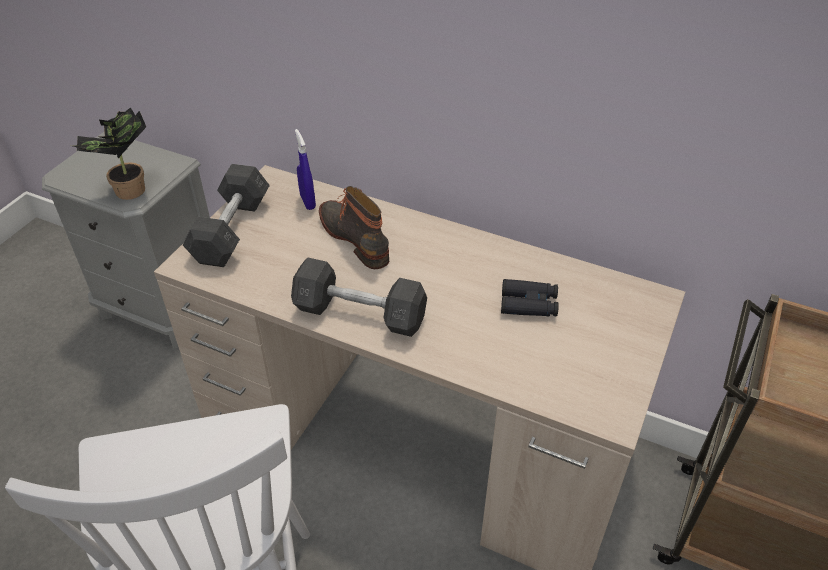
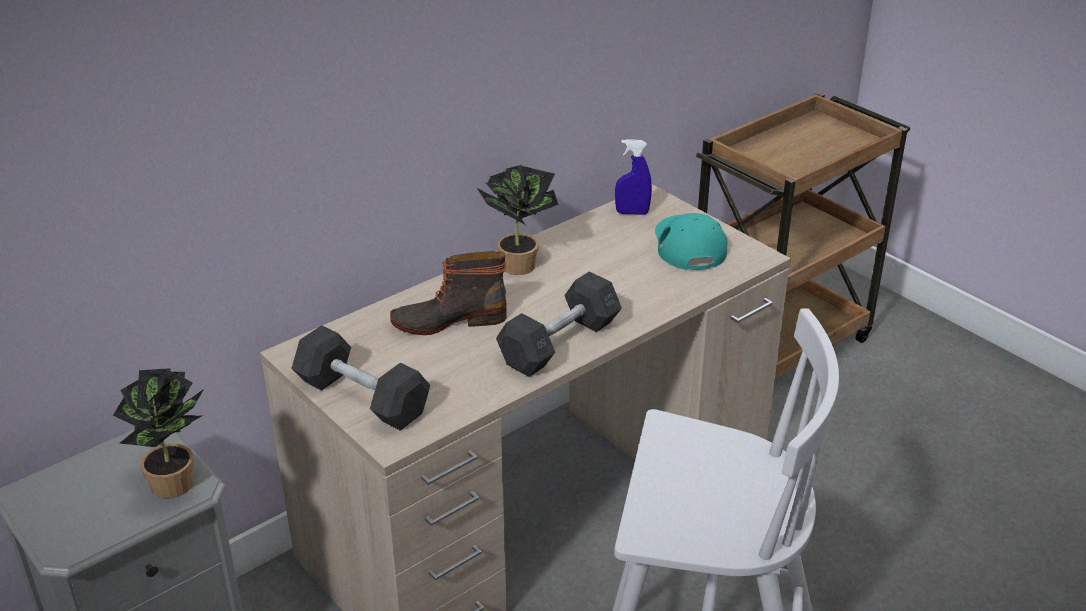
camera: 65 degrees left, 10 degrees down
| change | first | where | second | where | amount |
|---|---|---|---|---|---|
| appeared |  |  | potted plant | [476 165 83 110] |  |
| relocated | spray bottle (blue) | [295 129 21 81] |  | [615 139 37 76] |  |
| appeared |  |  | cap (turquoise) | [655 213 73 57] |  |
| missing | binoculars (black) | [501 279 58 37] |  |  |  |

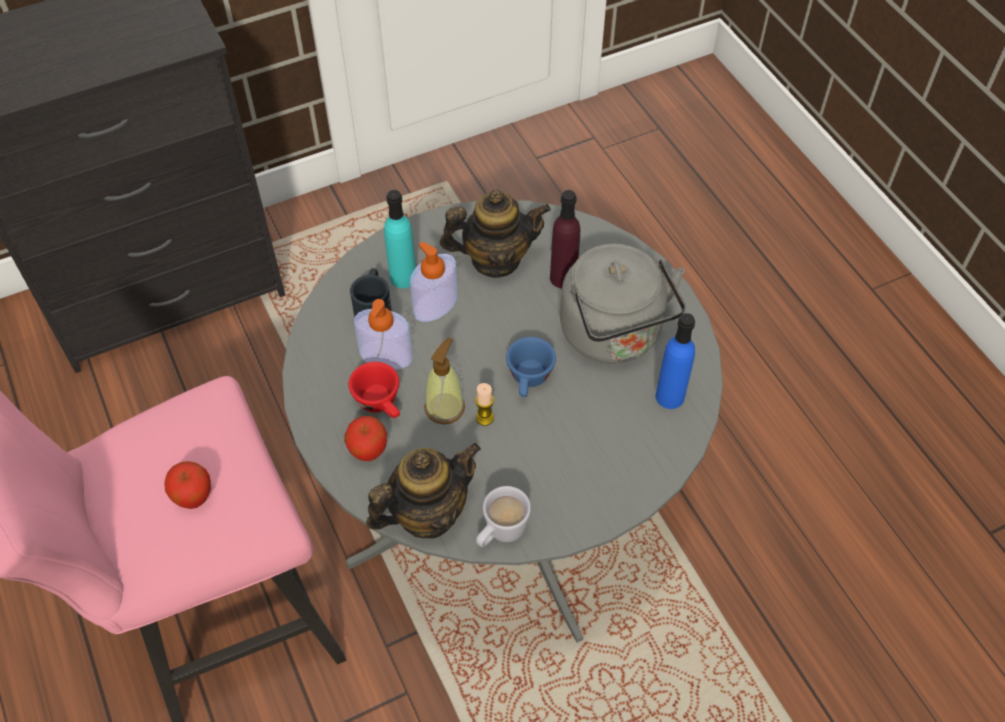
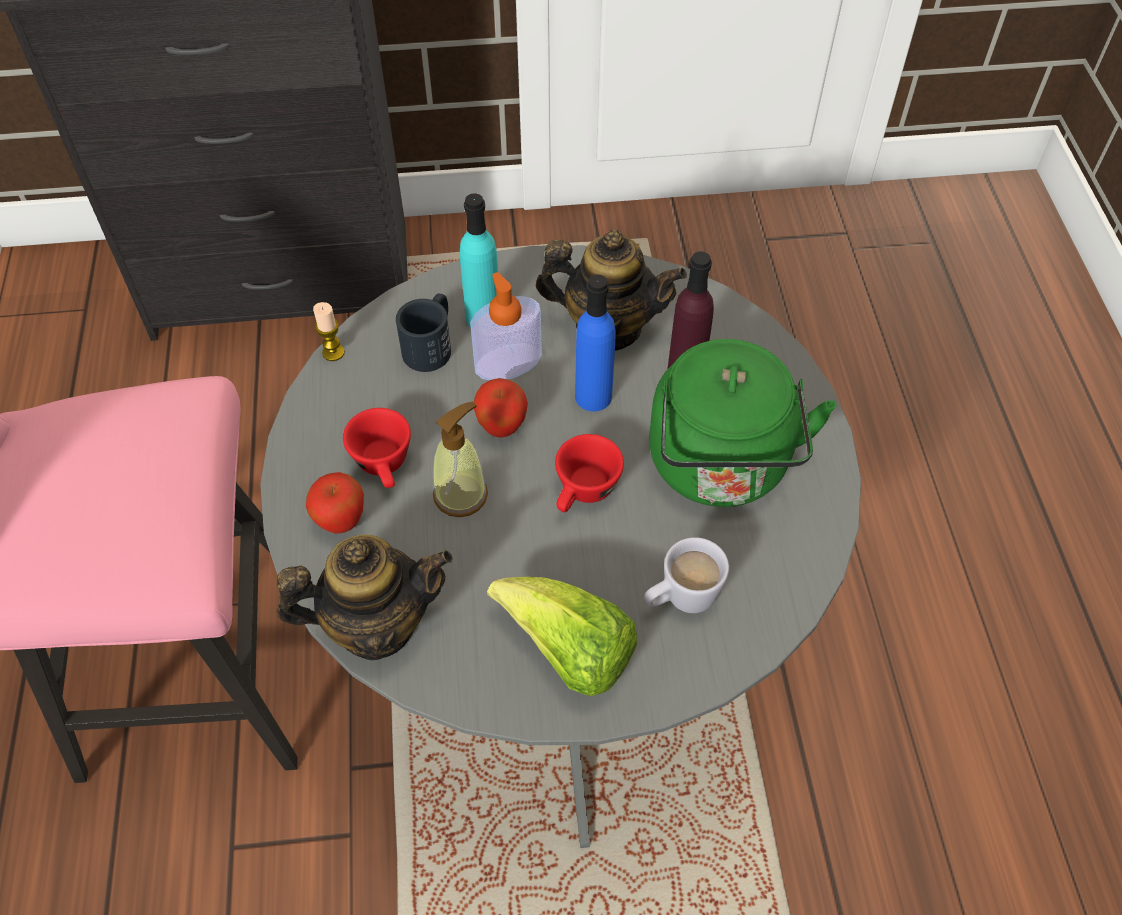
camera: 20 degrees right, 0 degrees up
| change | first | where | second | where | amount |
|---|---|---|---|---|---|
| relocated | candle | [475 383 19 43] |  | [313 302 32 59] |  |
| relocated | apple | [164 461 47 48] |  | [474 378 54 60] |  |
| appeared |  |  | lettuce | [487 577 150 119] |  |
| colour | cup (blue) | [506 337 50 60] | cup (red) | [555 434 69 78] |  |
| relocated | bottle (blue) | [656 313 39 96] |  | [575 274 40 137] |  |
| relocated | mug (white) | [476 486 55 61] |  | [644 537 85 76] |  |
| colour | kettle (grey) | [560 244 126 120] | kettle (green) | [649 339 187 168] |  |
| missing | soap dispenser | [354 299 59 71] |  |  |  |

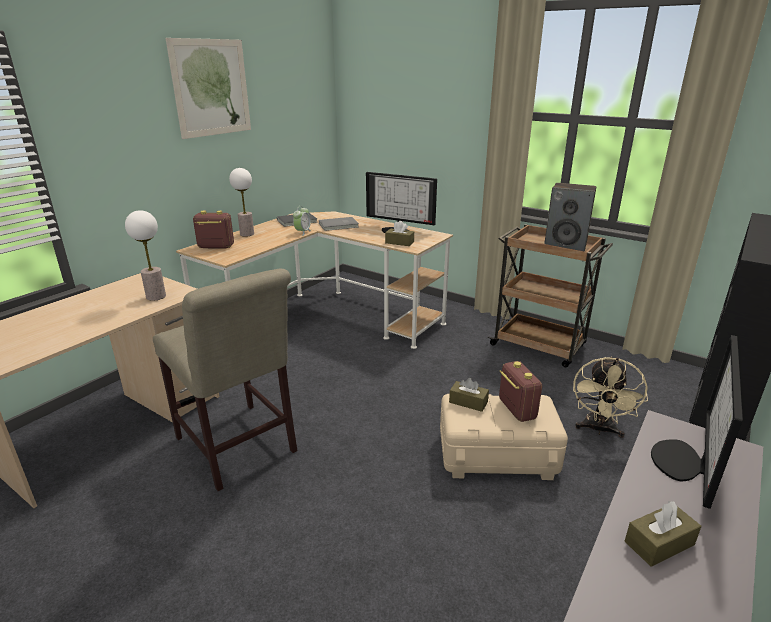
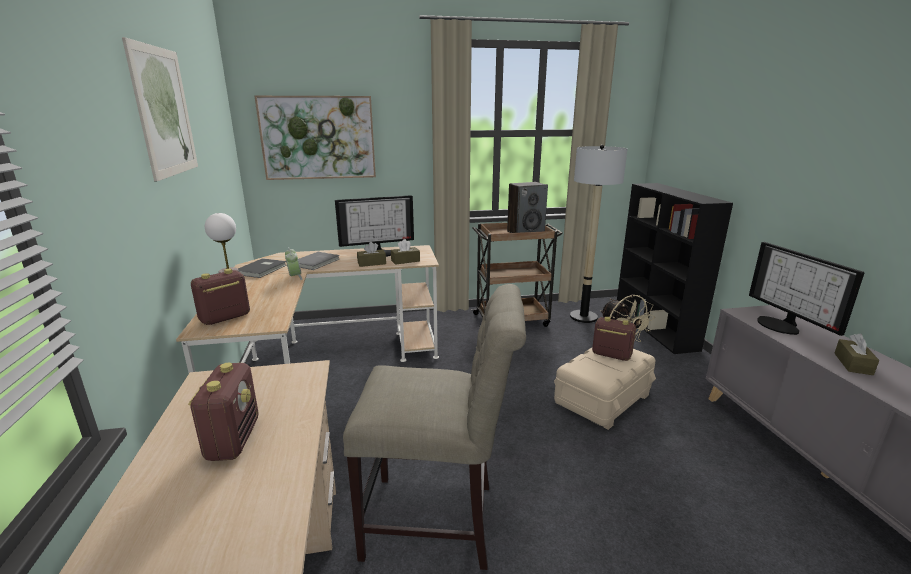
camera: 45 degrees left, 5 degrees down
| change | first | where | second | where | amount |
|---|---|---|---|---|---|
| appeared |  |  | radio | [188 363 70 98] |  |
| appeared |  |  | picture | [254 96 122 84] |  |
| relocated | tissue box (brown) | [449 378 40 34] |  | [357 242 29 25] |  |
| appeared |  |  | floor lamp | [570 145 57 178] |  |
| missing | table lamp | [125 210 41 91] |  |  |  |

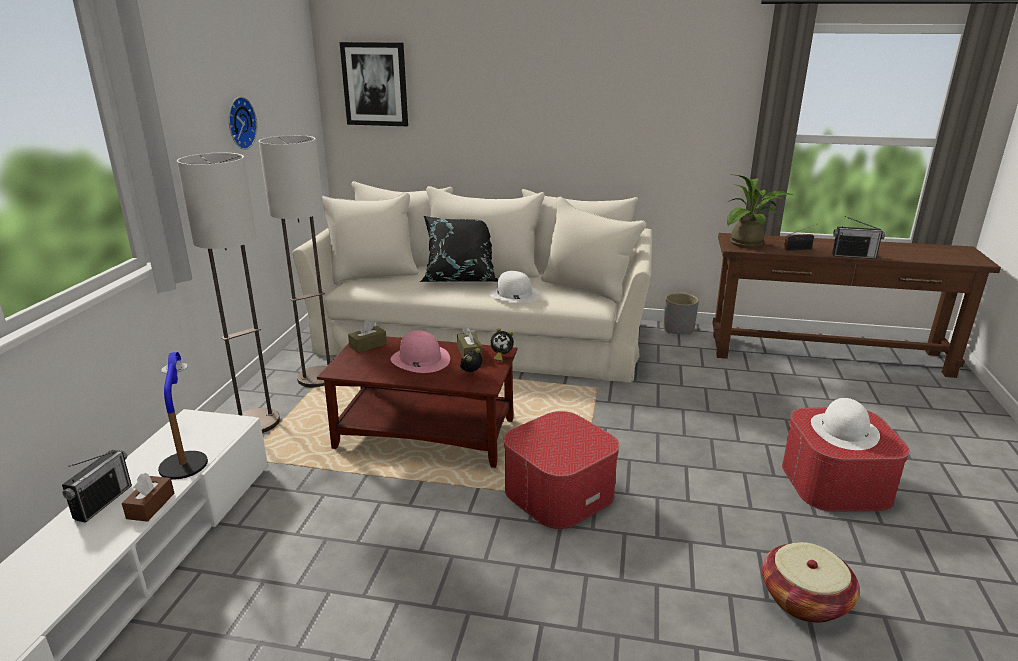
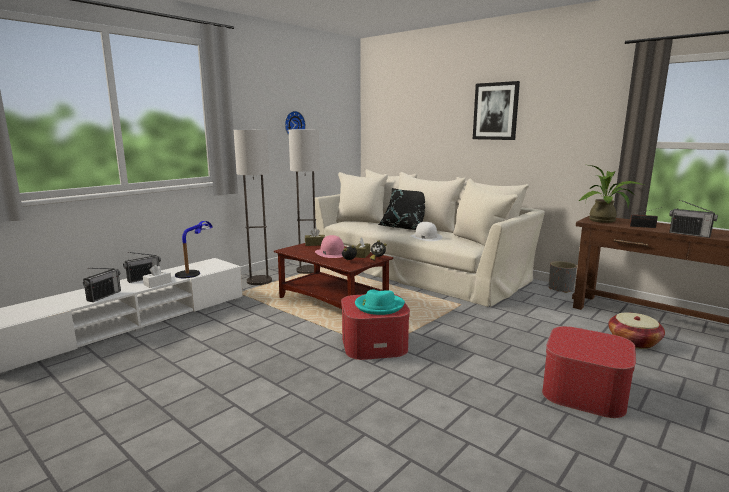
camera: 30 degrees right, 10 degrees down
| change | first | where | second | where | amount |
|---|---|---|---|---|---|
| appeared |  |  | radio | [83 268 38 34] |  |
| colour | tissue box (brown) | [122 473 53 49] | tissue box (white) | [143 265 29 23] |  |
| appeared |  |  | hat (turquoise) | [355 289 50 26] |  |
| relocated | picture | [340 42 68 84] |  | [473 81 47 59] |  |
| relocated | basket | [762 542 98 81] |  | [608 313 57 36] |  |
| missing | hat (white) | [811 398 69 52] |  |  |  |

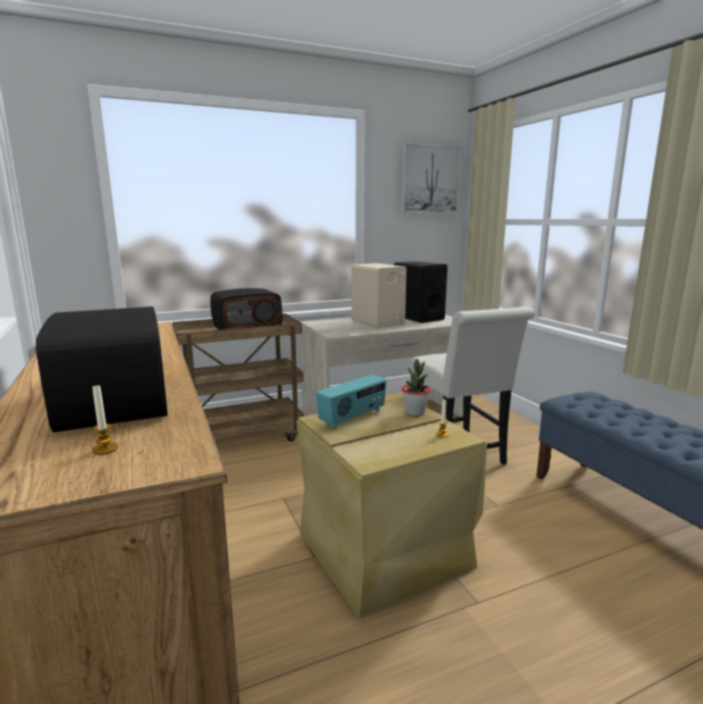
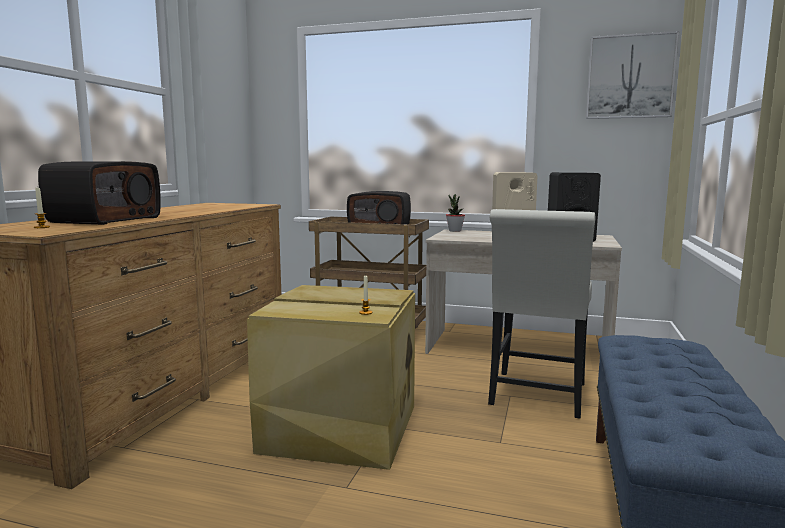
camera: 40 degrees right, 5 degrees down
| change | first | where | second | where | amount |
|---|---|---|---|---|---|
| relocated | potted plant | [402 359 29 56] |  | [446 194 19 38] |  |
| missing | radio | [316 375 71 53] |  |  |  |

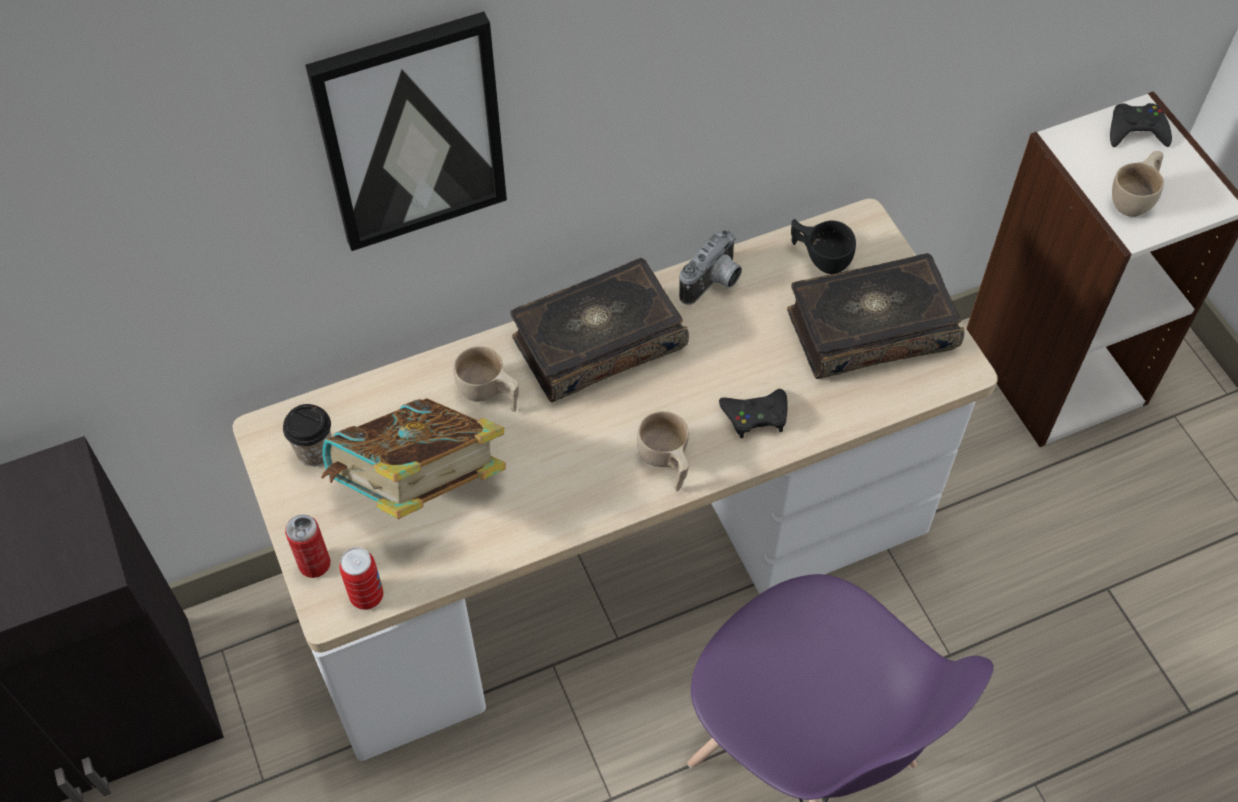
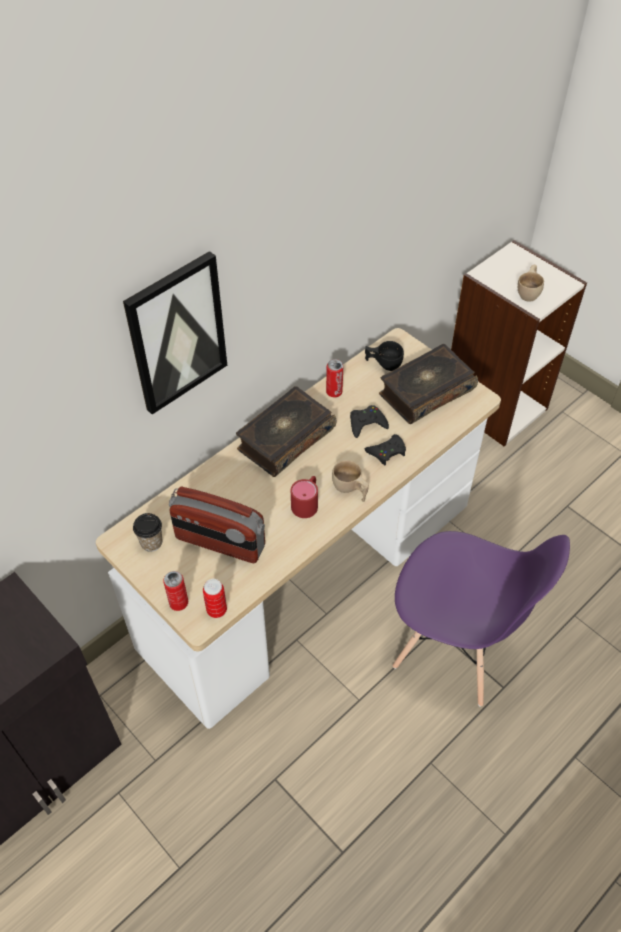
camera: 20 degrees left, 5 degrees down
| change | first | where | second | where | amount |
|---|---|---|---|---|---|
| exchanged | book | [321 398 185 121] | radio | [169 486 96 77] |  |
| appeared |  |  | mug (red) | [291 476 27 42] |  |
| exchanged | photo camera | [679 230 63 75] | can | [326 359 17 38] |  |
| relocated | game controller (black) | [1110 103 62 44] |  | [350 405 39 33] |  |
| missing | cup (beige) | [454 346 65 66] |  |  |  |

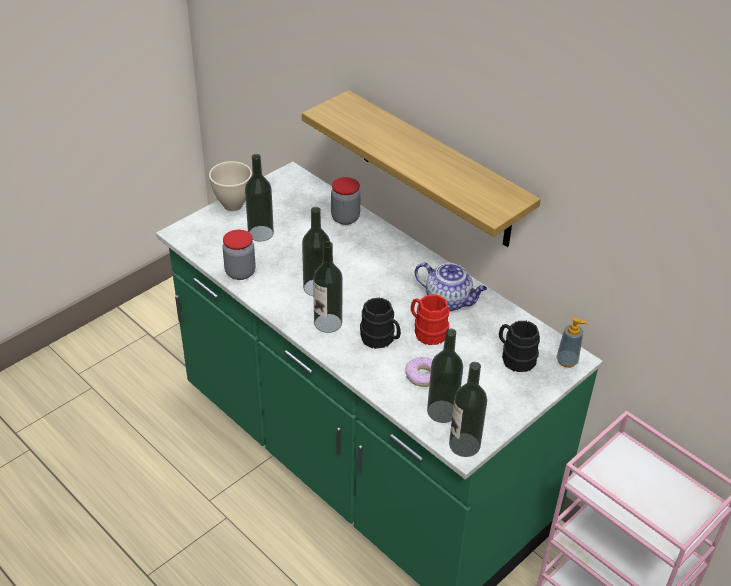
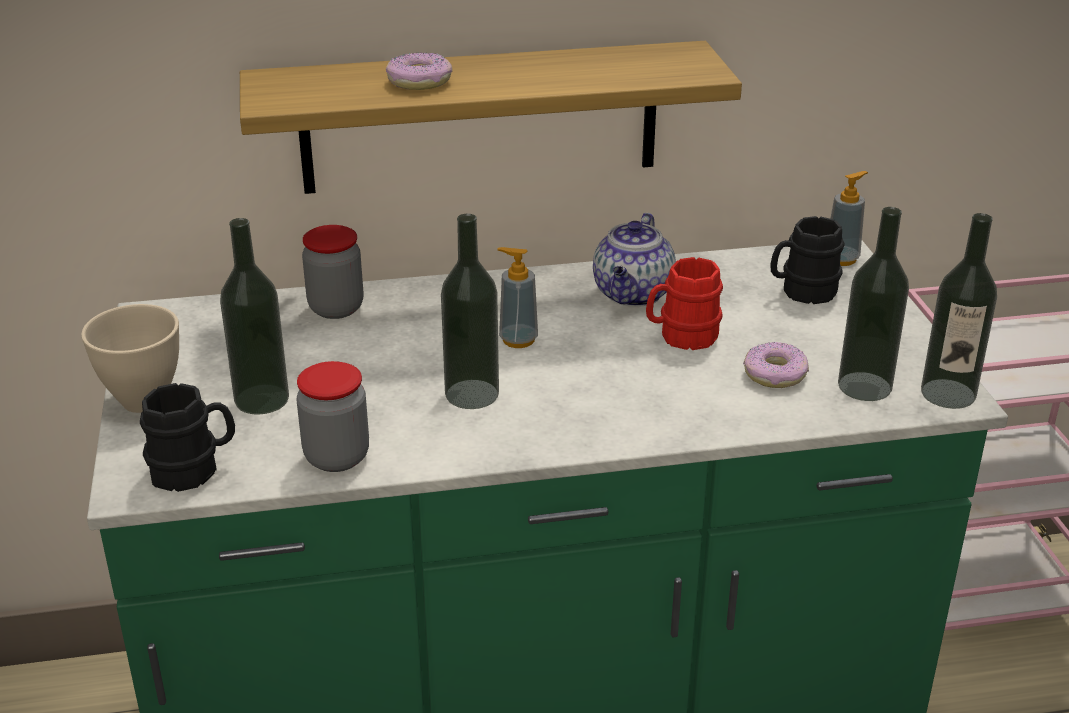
camera: 55 degrees left, 10 degrees down
| change | first | where | second | where | amount |
|---|---|---|---|---|---|
| relocated | mug (black) | [360 297 41 52] |  | [140 383 95 109] |  |
| appeared |  |  | donut | [386 52 67 38] |  |
| appeared |  |  | soap dispenser | [497 247 41 101] |  |
| spun | teapot | [415 262 72 49] |  | [593 213 83 94] | 135 degrees clockwise |
| missing | bottle | [313 241 30 92] |  |  |  |

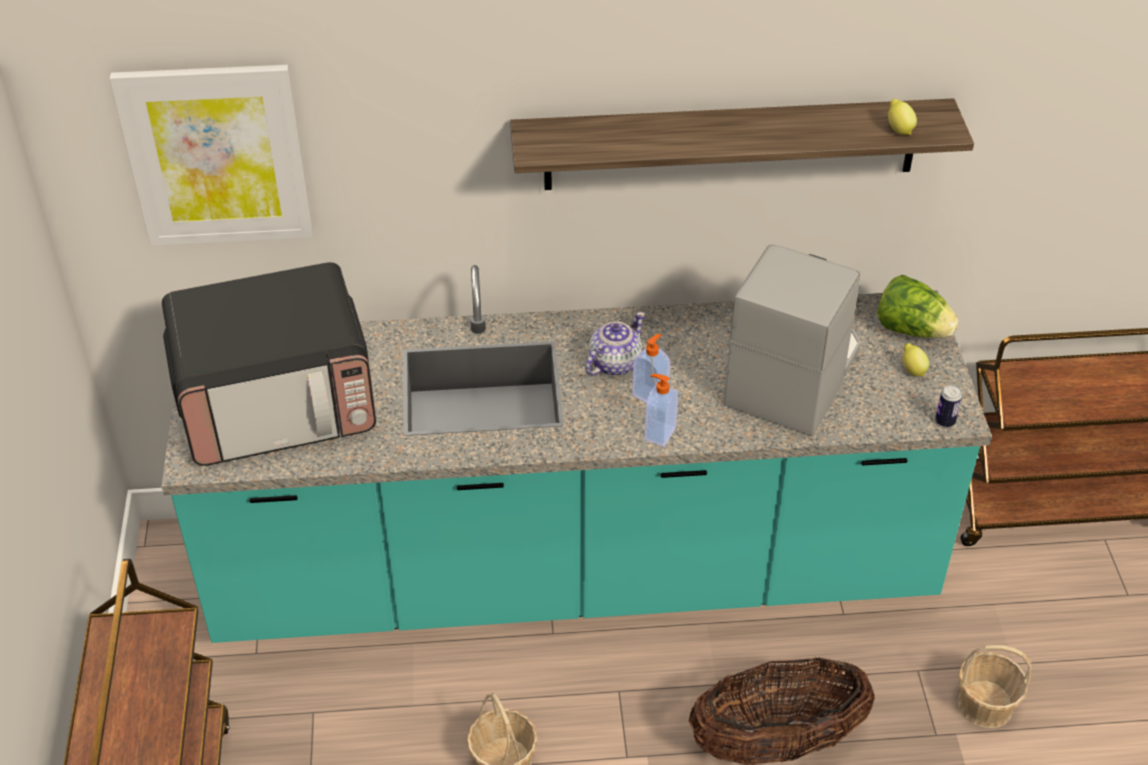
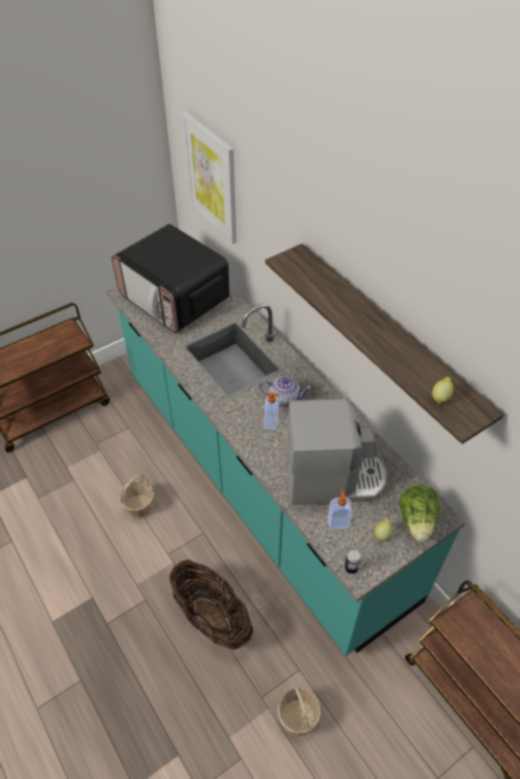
camera: 60 degrees right, 5 degrees up
| change | first | where | second | where | amount |
|---|---|---|---|---|---|
| relocated | soap dispenser | [644 374 34 73] |  | [328 489 25 40] |  |

